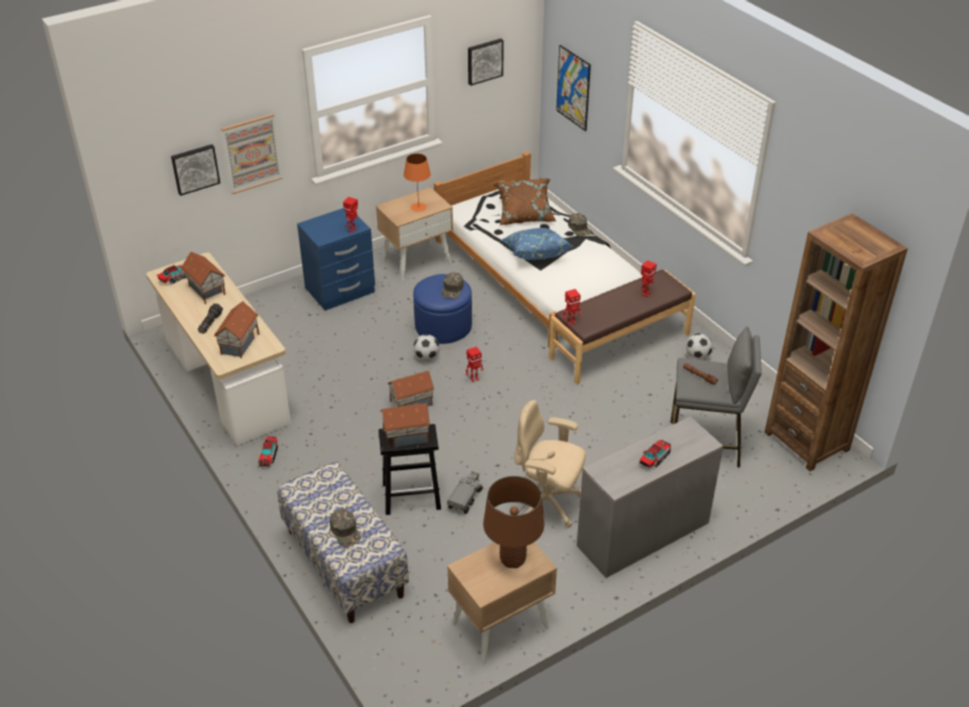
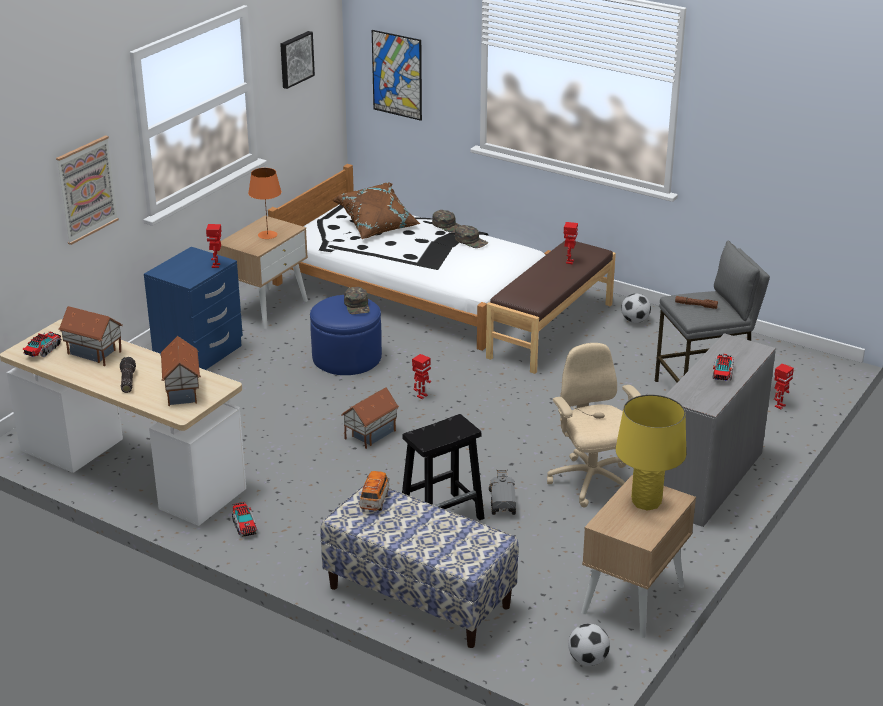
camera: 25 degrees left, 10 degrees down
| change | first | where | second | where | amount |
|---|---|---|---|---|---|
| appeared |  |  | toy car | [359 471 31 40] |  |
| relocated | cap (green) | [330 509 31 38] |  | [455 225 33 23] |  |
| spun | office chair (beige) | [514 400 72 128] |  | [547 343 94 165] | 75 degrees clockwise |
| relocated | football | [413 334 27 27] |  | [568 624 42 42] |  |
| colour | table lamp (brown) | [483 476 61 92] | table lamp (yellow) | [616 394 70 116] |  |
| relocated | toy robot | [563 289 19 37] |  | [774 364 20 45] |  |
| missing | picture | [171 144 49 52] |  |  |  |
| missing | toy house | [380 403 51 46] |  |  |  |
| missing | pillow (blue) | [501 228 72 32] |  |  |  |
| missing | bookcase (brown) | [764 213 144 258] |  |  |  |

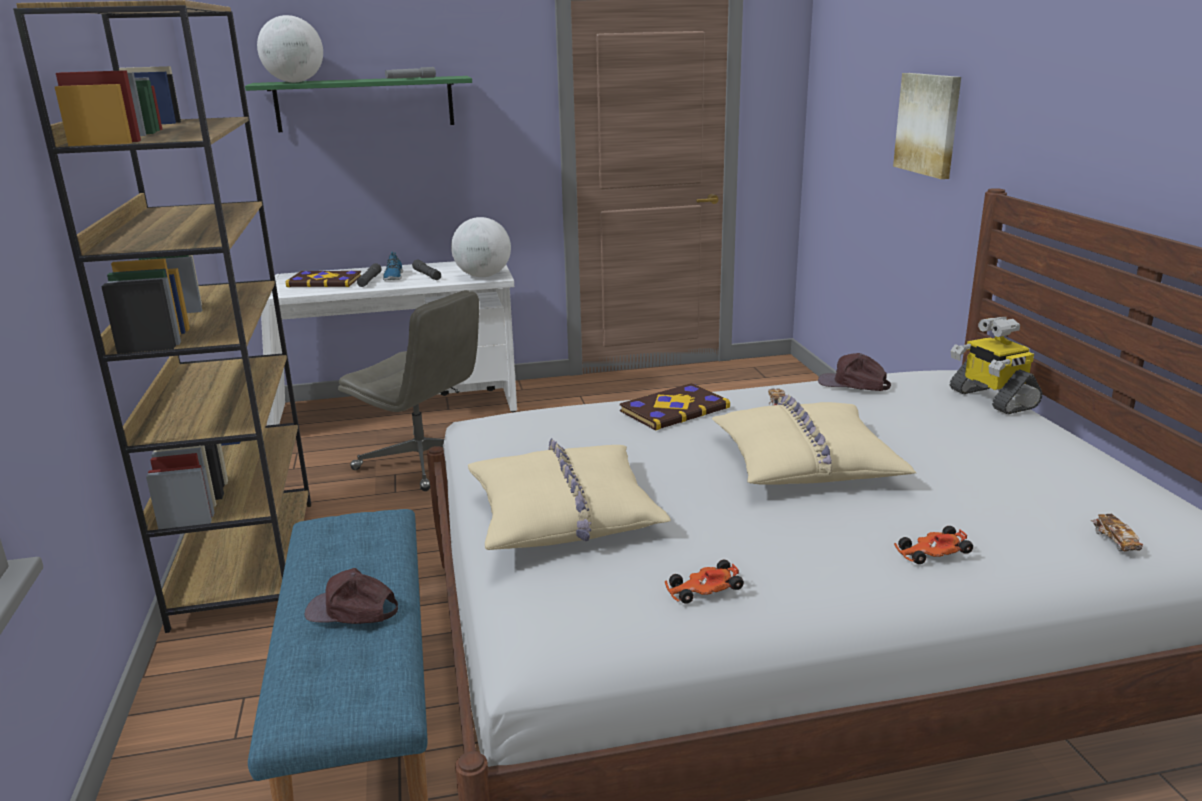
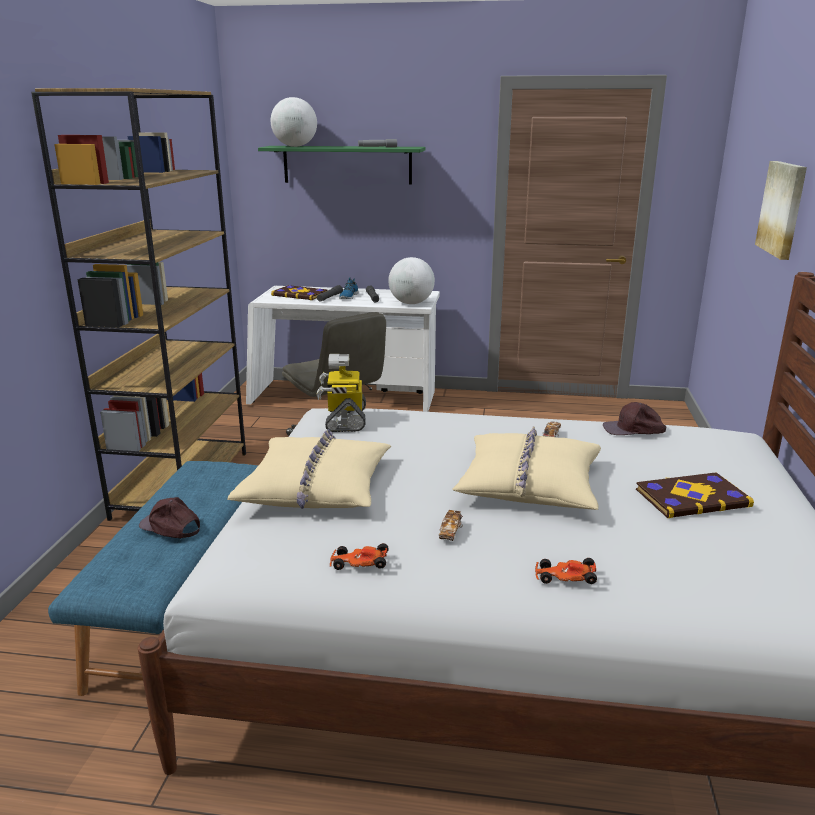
camera: 20 degrees right, 0 degrees up
| change | first | where | second | where | amount |
|---|---|---|---|---|---|
| relocated | toy robot | [950 317 92 97] |  | [316 354 50 78] |  |
| relocated | toy car | [1091 514 52 37] |  | [439 510 24 31] |  |
| spun | cap (brown) | [818 353 73 38] |  | [603 402 63 33] | 45 degrees counterclockwise |
| relocated | book | [620 383 110 48] |  | [636 472 118 46] |  |

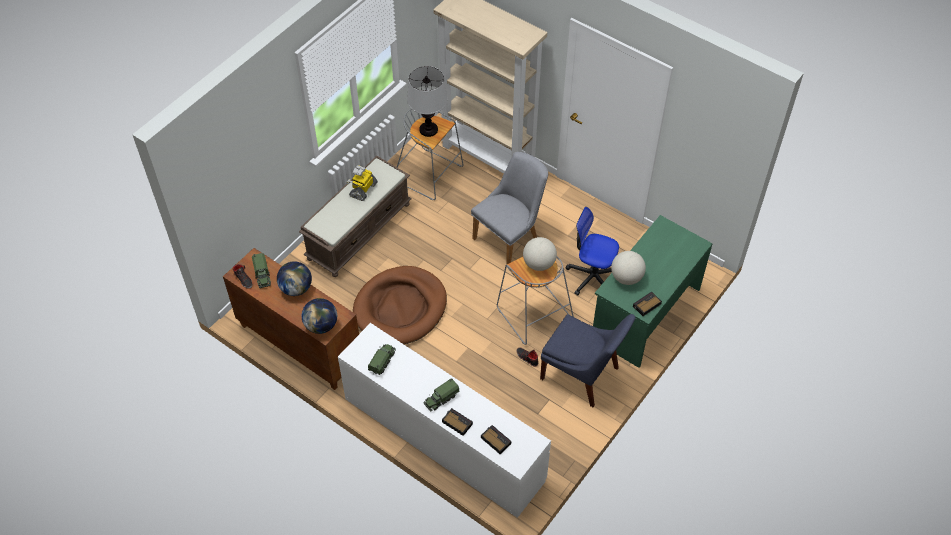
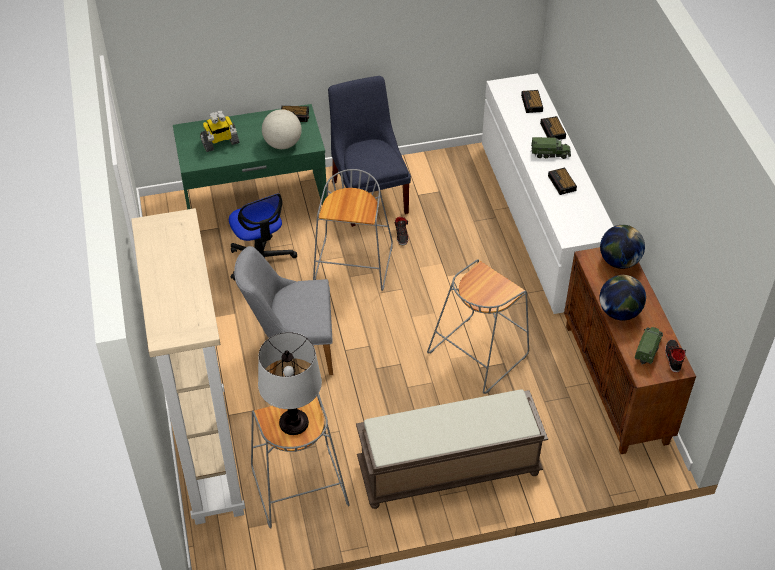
camera: 140 degrees left, 5 degrees down
| change | first | where | second | where | amount |
|---|---|---|---|---|---|
| relocated | toy robot | [346 165 32 36] |  | [200 111 39 41] |  |
| exchanged | dog bed (brown) | [353 266 94 78] | stool (grey) | [427 259 102 135] |  |
| appeared |  |  | alarm clock | [548 168 29 27] |  |
| missing | toy truck | [368 344 28 31] |  |  |  |
| missing | globe | [523 237 34 34] |  |  |  |

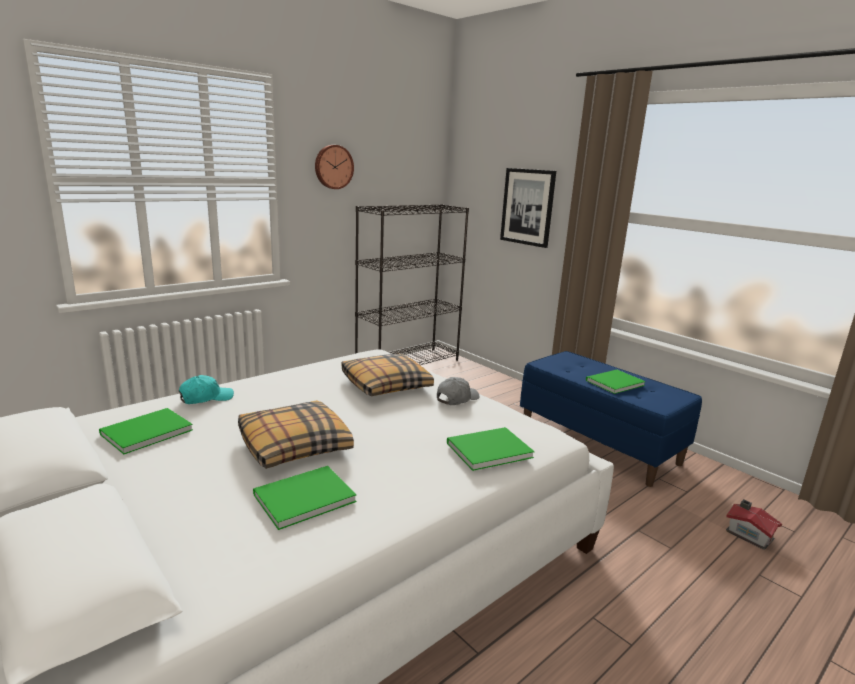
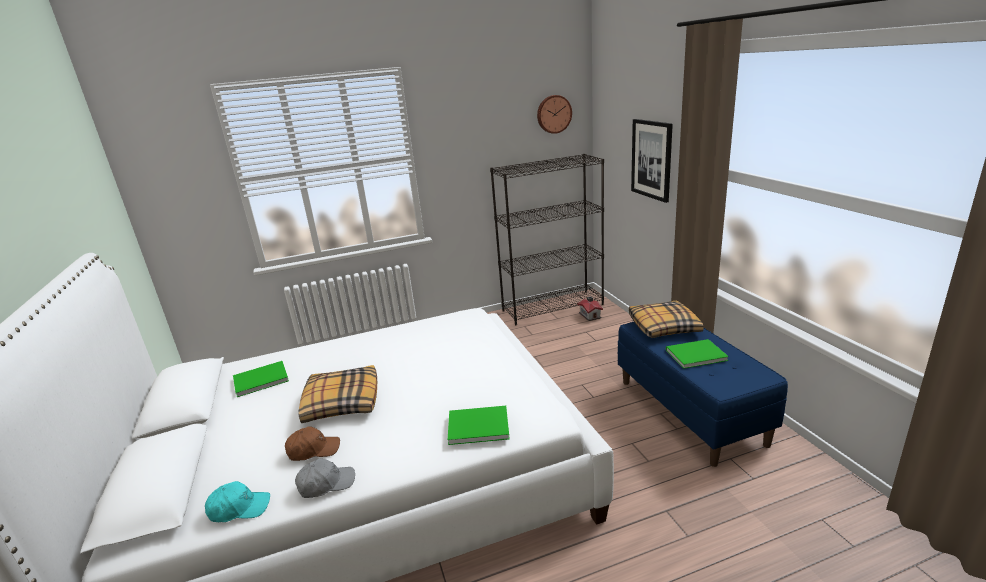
camera: 25 degrees right, 5 degrees up
| change | first | where | second | where | amount |
|---|---|---|---|---|---|
| relocated | cap (turquoise) | [179 375 55 29] |  | [205 481 65 41] |  |
| exchanged | book (green) | [253 466 104 64] | cap (brown) | [285 426 55 35] |  |
| relocated | cap (grey) | [437 377 43 28] |  | [295 458 60 40] |  |
| relocated | wall clock | [315 145 39 44] |  | [537 95 35 39] |  |
| relocated | toy house | [726 500 56 50] |  | [577 296 26 25] |  |
| relocated | pillow | [342 354 92 42] |  | [629 301 75 37] |  |

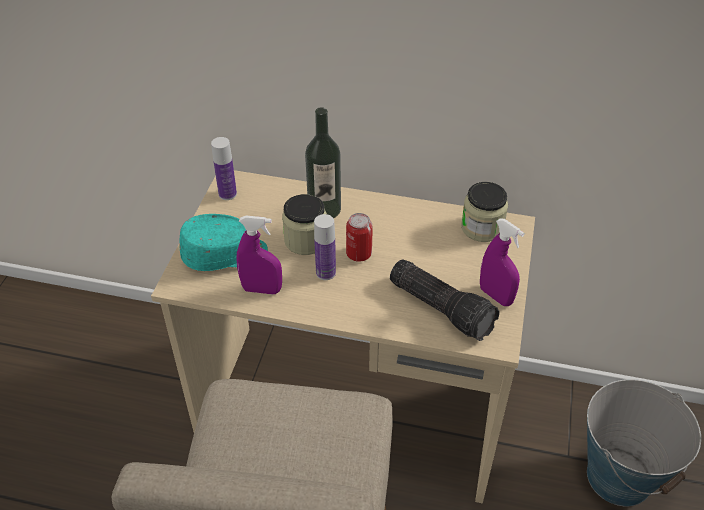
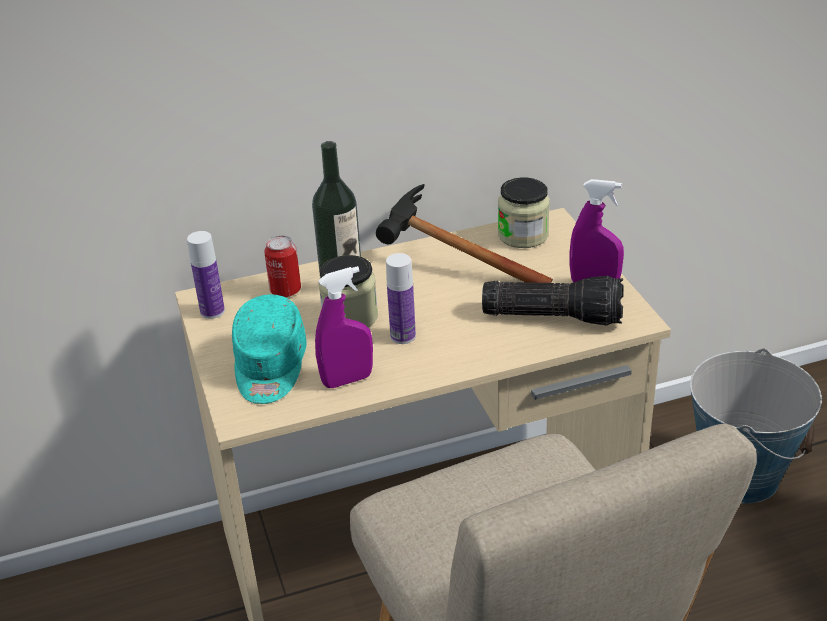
camera: 30 degrees left, 10 degrees down
| change | first | where | second | where | amount |
|---|---|---|---|---|---|
| spun | cap (turquoise) | [179 214 89 57] |  | [232 294 74 110] | 135 degrees clockwise |
| relocated | can | [346 213 26 49] |  | [264 235 37 62] |  |
| appeared |  |  | hammer | [376 184 177 99] |  |

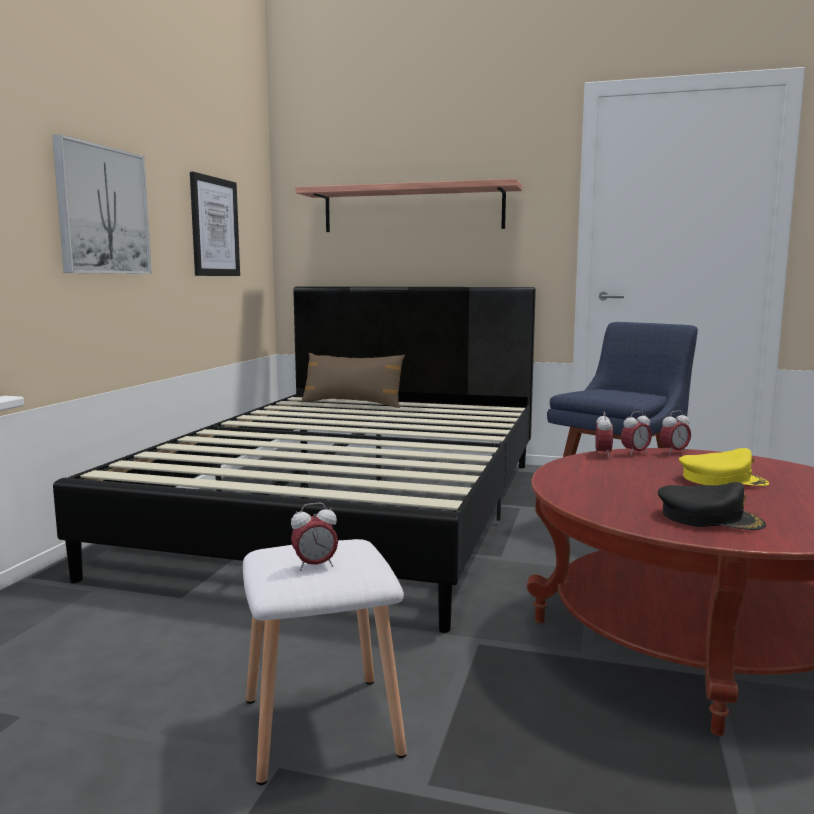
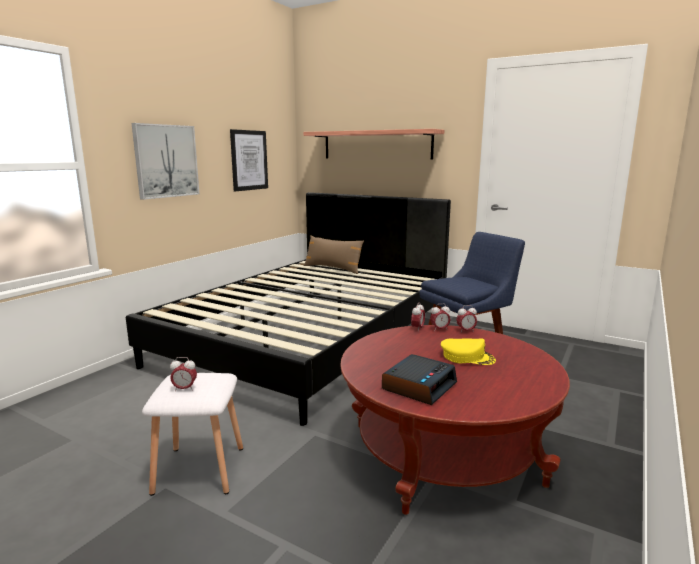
camera: 15 degrees right, 5 degrees up
| change | first | where | second | where | amount |
|---|---|---|---|---|---|
| exchanged | cap (black) | [658 482 108 48] | alarm clock | [382 354 75 51] |  |

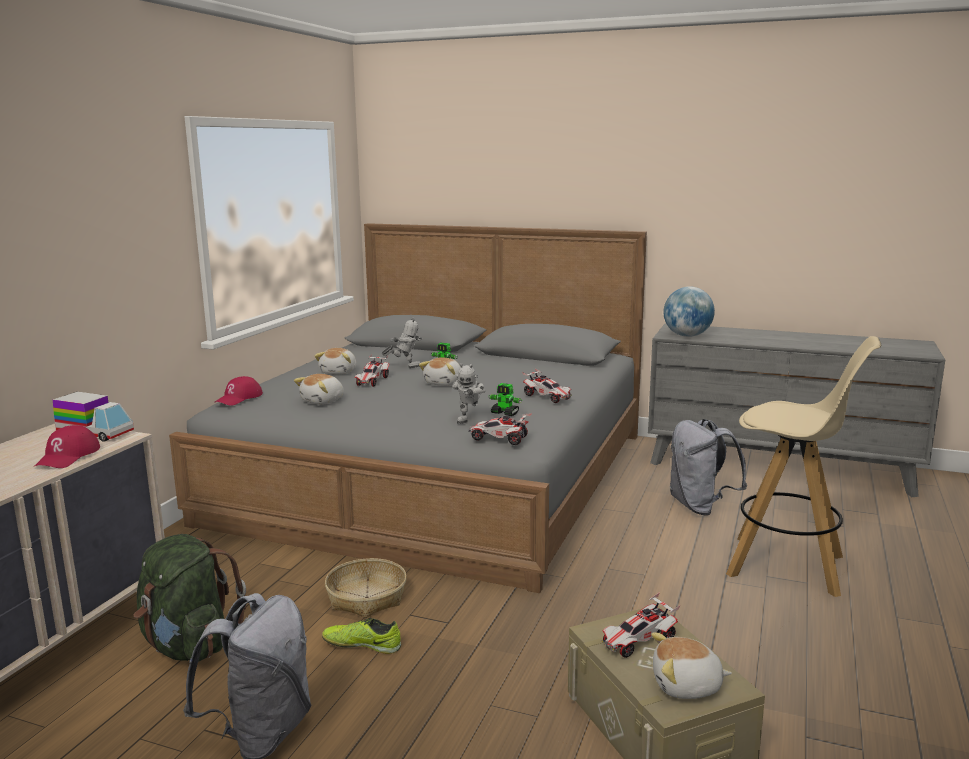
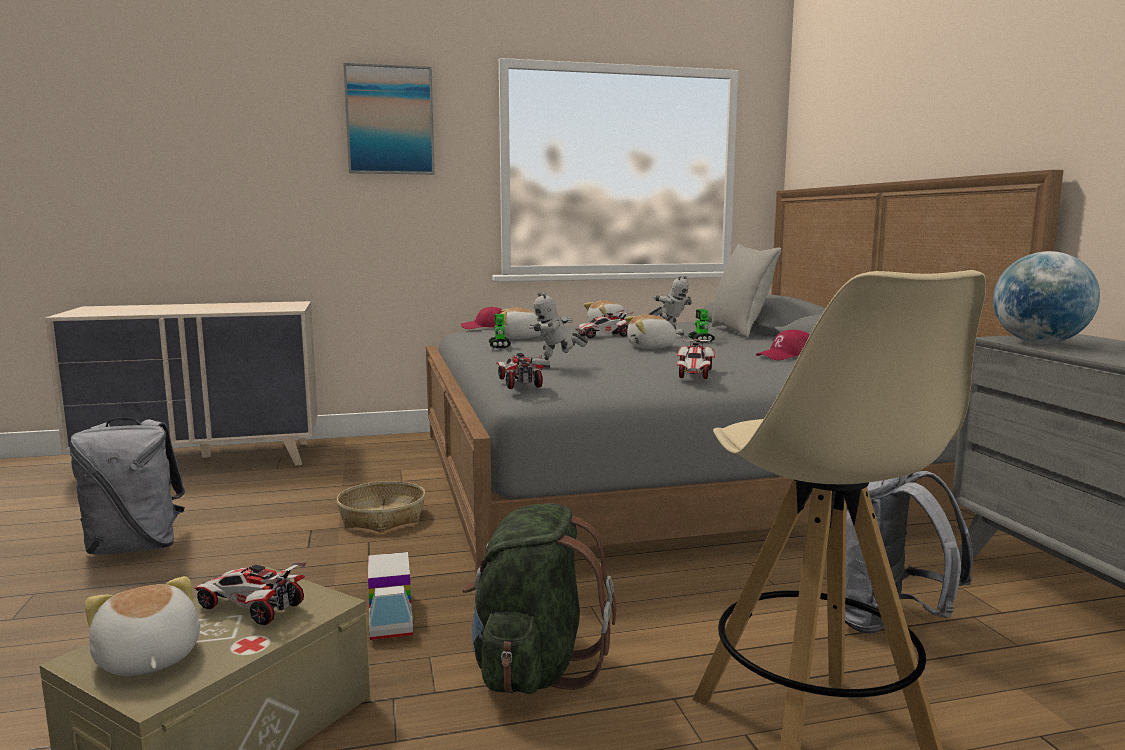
camera: 55 degrees right, 5 degrees down
| change | first | where | second | where | amount |
|---|---|---|---|---|---|
| appeared |  |  | picture | [343 63 92 111] |  |
| relocated | toy truck | [53 392 81 50] |  | [368 552 46 88] |  |
| relocated | backpack (green) | [134 534 112 128] |  | [462 503 154 191] |  |
| relocated | toy robot | [489 383 33 33] |  | [489 314 22 34] |  |
| appeared |  |  | pillow (grey) | [711 244 70 94] |  |
| relocated | cap (red) | [35 425 65 43] |  | [756 329 54 31] |  |
| missing | shoe | [322 618 79 36] |  |  |  |

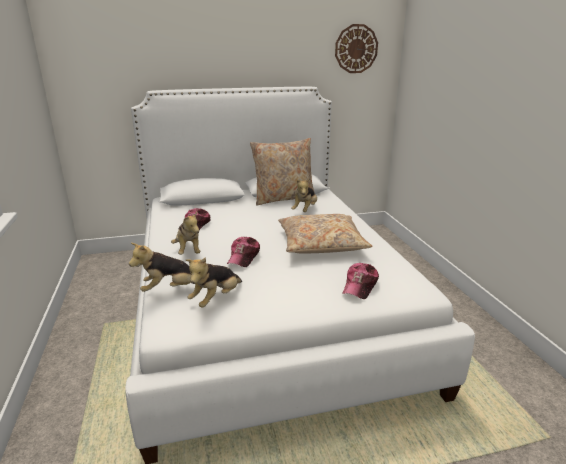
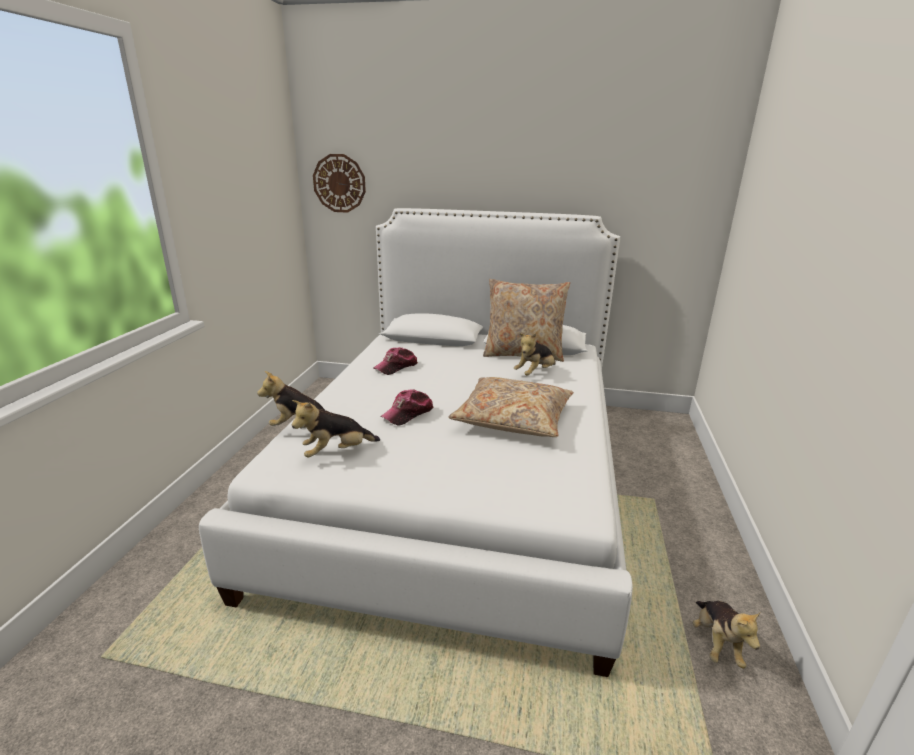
camera: 25 degrees right, 0 degrees up
| change | first | where | second | where | amount |
|---|---|---|---|---|---|
| relocated | wall clock | [335 24 43 49] |  | [313 154 53 59] |  |
| relocated | plush toy | [171 212 29 43] |  | [693 601 67 67] |  |
| missing | cap | [342 263 37 36] |  |  |  |

